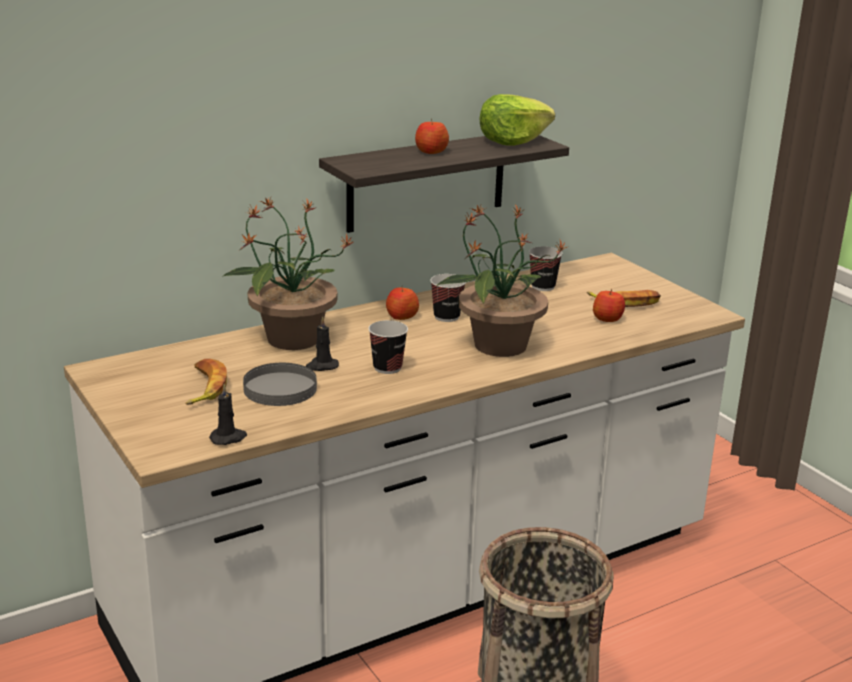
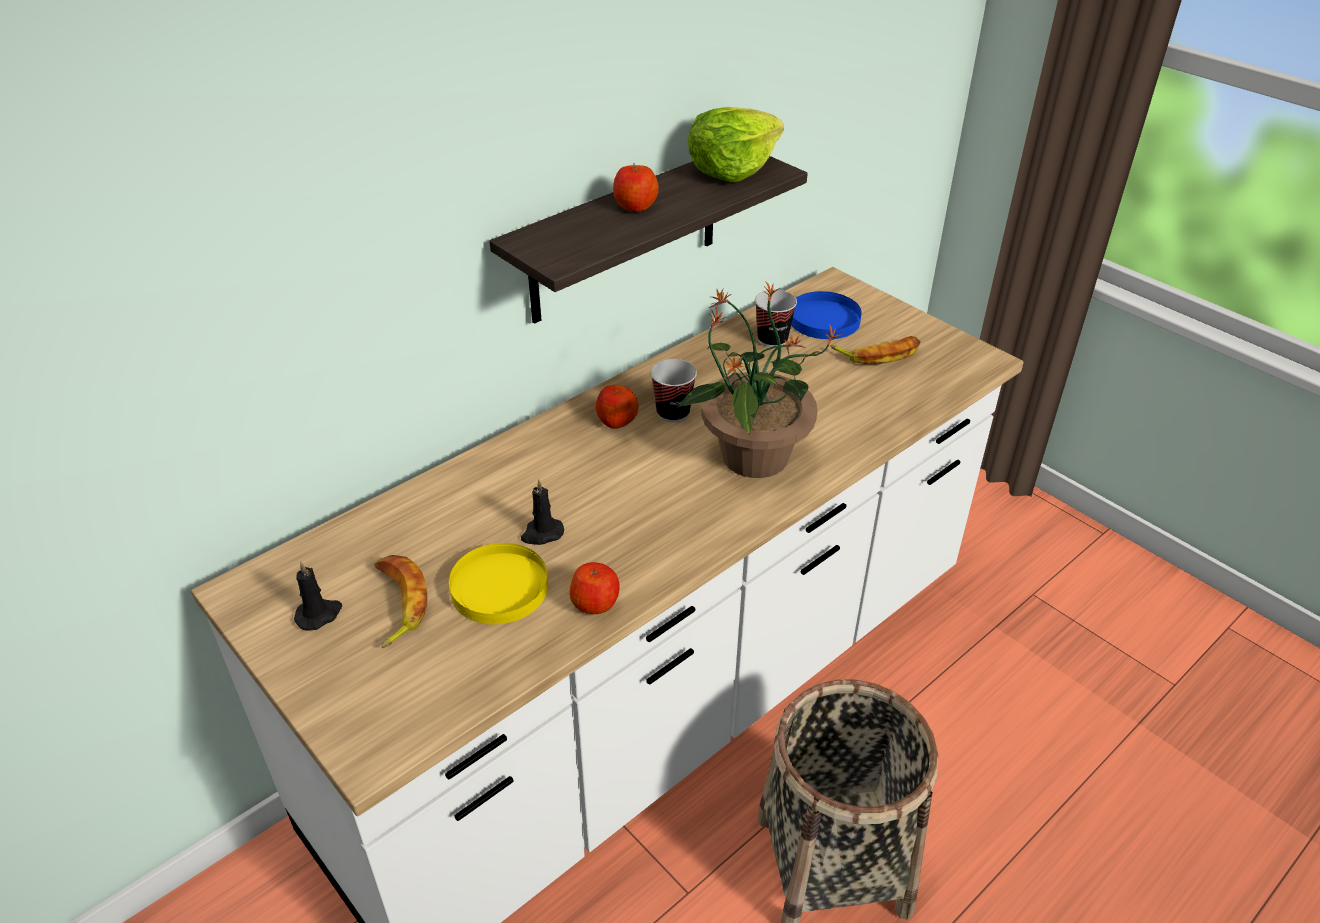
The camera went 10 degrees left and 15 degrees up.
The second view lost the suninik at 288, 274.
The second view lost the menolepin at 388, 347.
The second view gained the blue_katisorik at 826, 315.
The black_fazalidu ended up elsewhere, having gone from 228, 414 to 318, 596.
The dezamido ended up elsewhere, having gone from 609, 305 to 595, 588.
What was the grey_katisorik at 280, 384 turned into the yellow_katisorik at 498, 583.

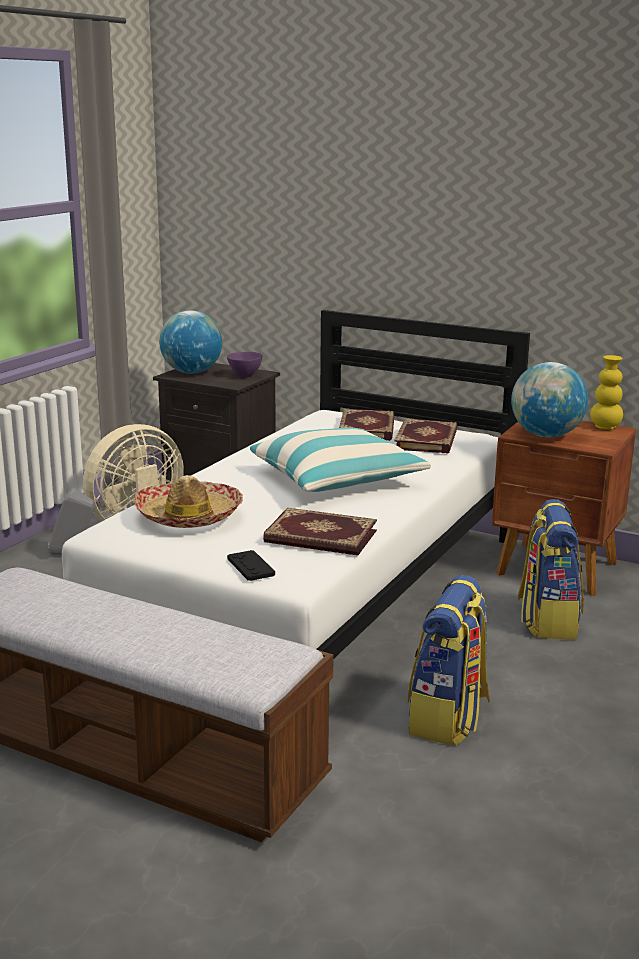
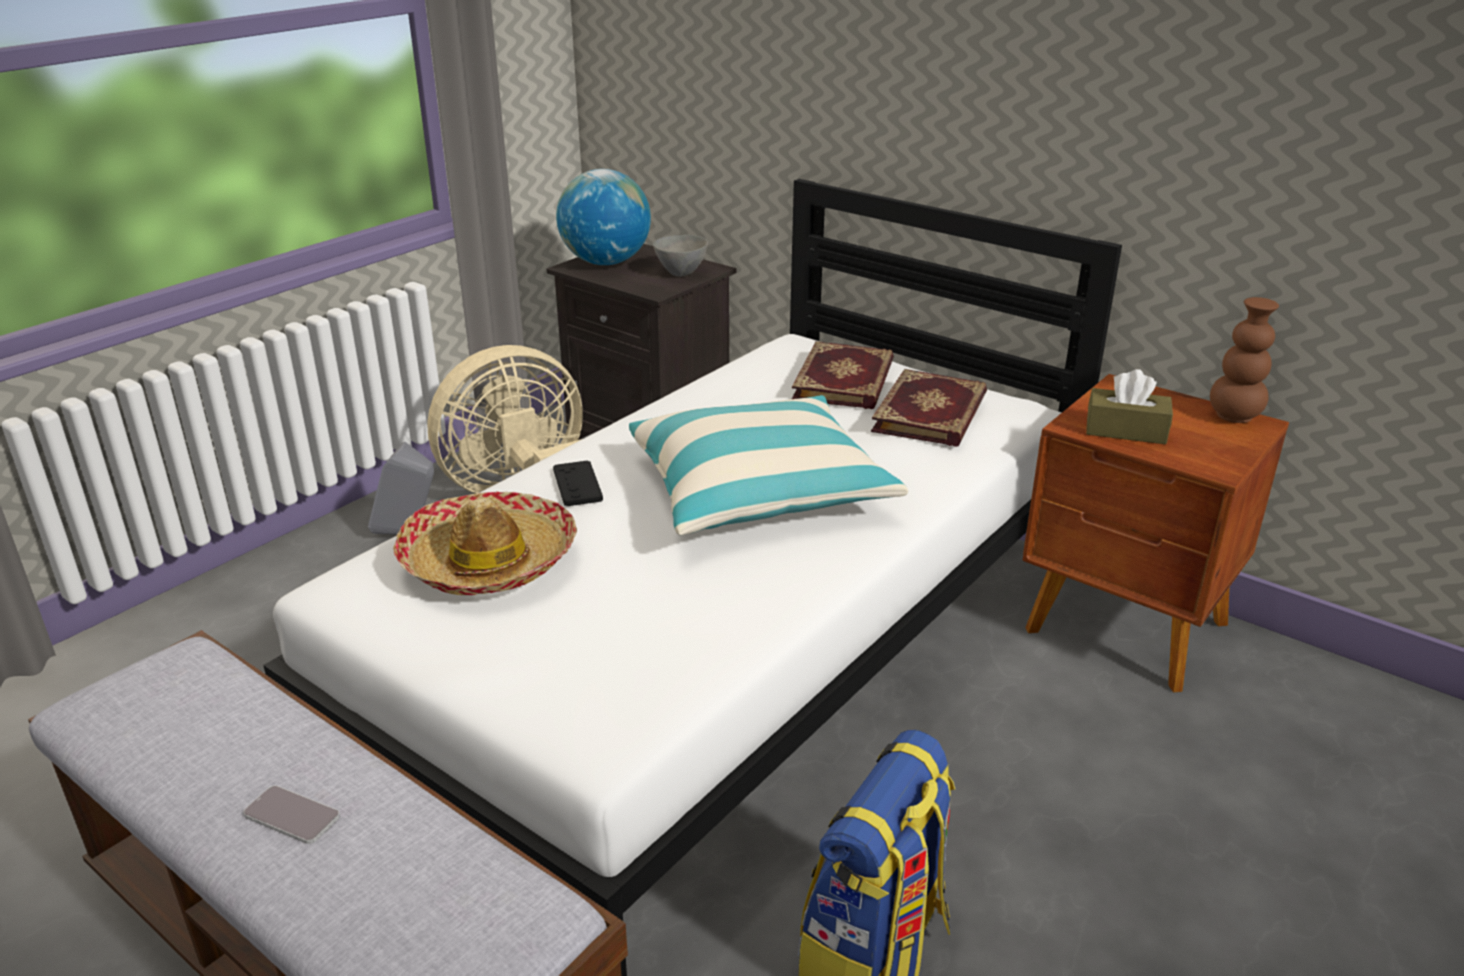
The camera went 10 degrees right and 10 degrees up.
The second view lost the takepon at 320, 532.
The second view lost the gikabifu at 550, 569.
The second view gained the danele at 291, 815.
The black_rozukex ended up elsewhere, having gone from 251, 565 to 578, 483.
Where the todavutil stood at 549, 400, the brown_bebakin came to stand at 1129, 406.
What was the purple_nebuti at 245, 365 turned into the grey_nebuti at 680, 256.
What was the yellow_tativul at 606, 392 turned into the brown_tativul at 1244, 360.

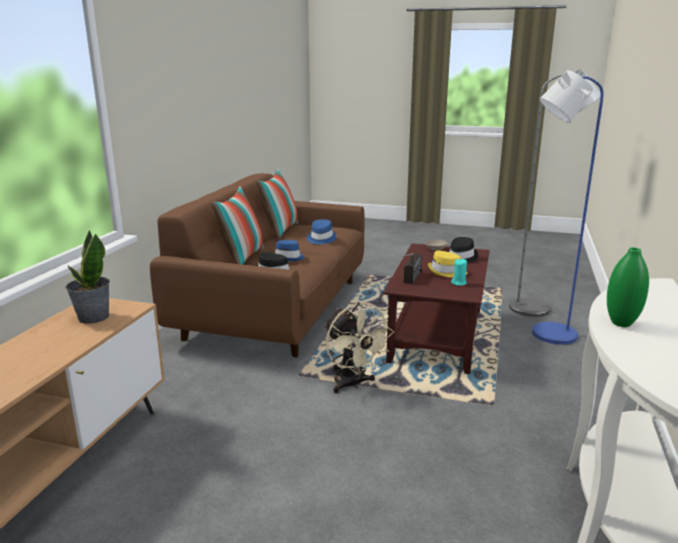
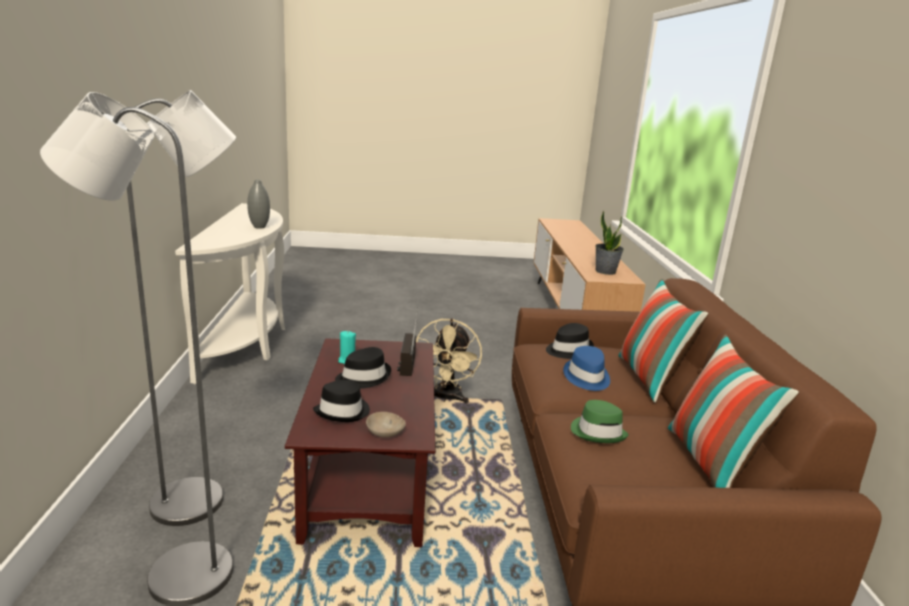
The camera went 160 degrees right and 0 degrees up.
What was the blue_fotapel at 322, 231 turned into the green_fotapel at 599, 421.
What was the yellow_fotapel at 447, 263 turned into the black_fotapel at 363, 368.
What was the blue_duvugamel at 568, 207 turned into the grey_duvugamel at 181, 308.
What was the green_tativul at 628, 287 turned into the grey_tativul at 258, 204.
The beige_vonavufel at 359, 347 ended up facing another way, 120 degrees counterclockwise from before.

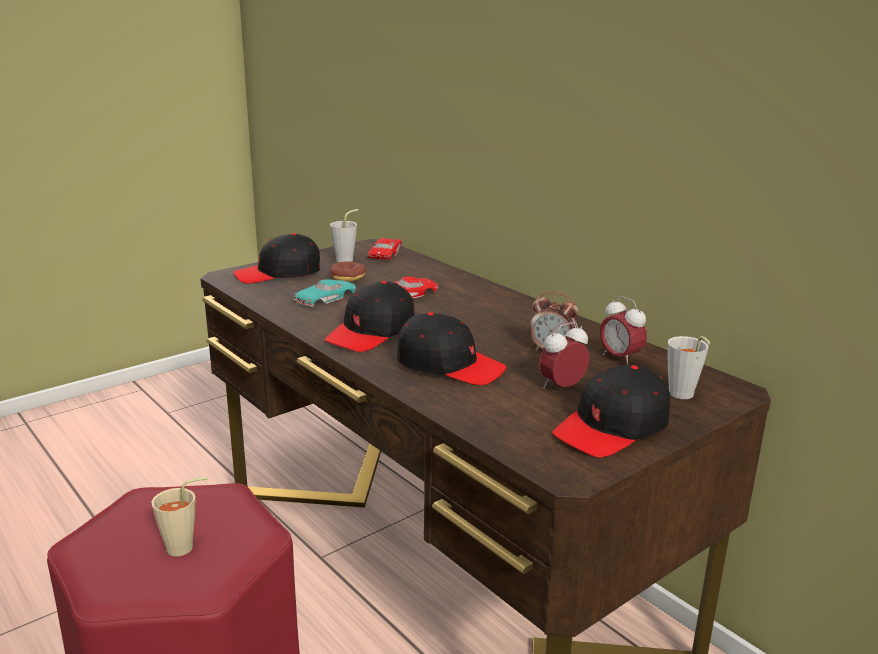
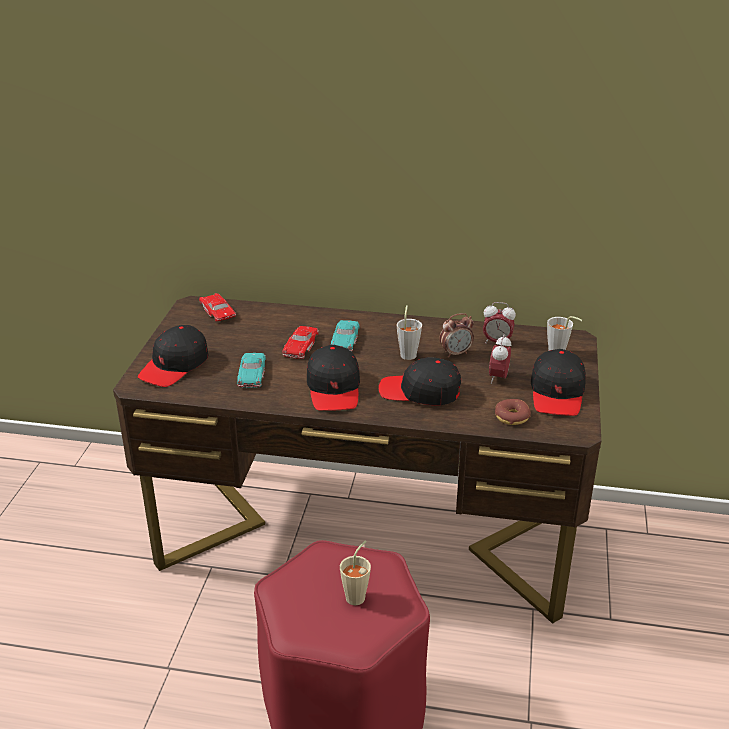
The camera went 40 degrees left and 10 degrees up.
The second view gained the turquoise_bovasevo at 345, 336.
The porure ended up elsewhere, having gone from 347, 271 to 513, 412.
The grey_menolepin ended up elsewhere, having gone from 344, 235 to 409, 332.
The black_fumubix at 452, 348 ended up facing another way, 150 degrees counterclockwise from before.

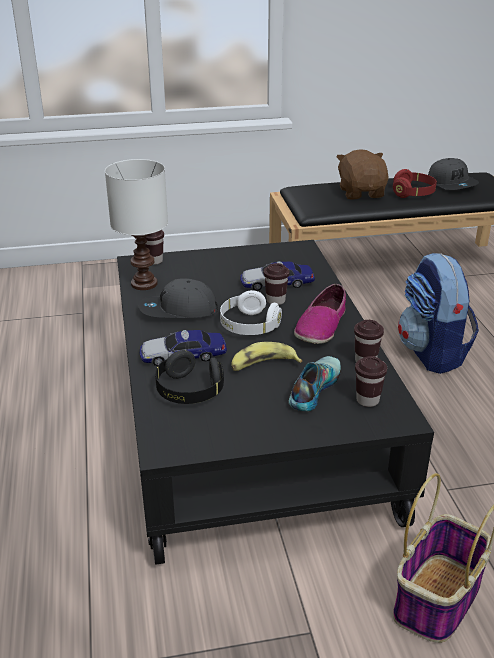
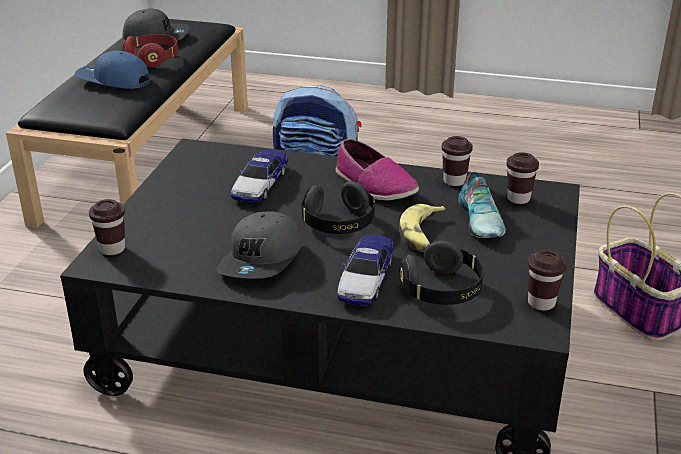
The camera went 65 degrees left and 0 degrees up.
The second view lost the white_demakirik at 136, 224.
The brown_menolepin ended up elsewhere, having gone from 277, 284 to 547, 280.
Where the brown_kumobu stood at 362, 174, the blue_fumubix came to stand at 112, 70.
What was the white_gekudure at 251, 312 turned into the black_gekudure at 338, 207.
The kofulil at 315, 384 ended up facing another way, 150 degrees counterclockwise from before.

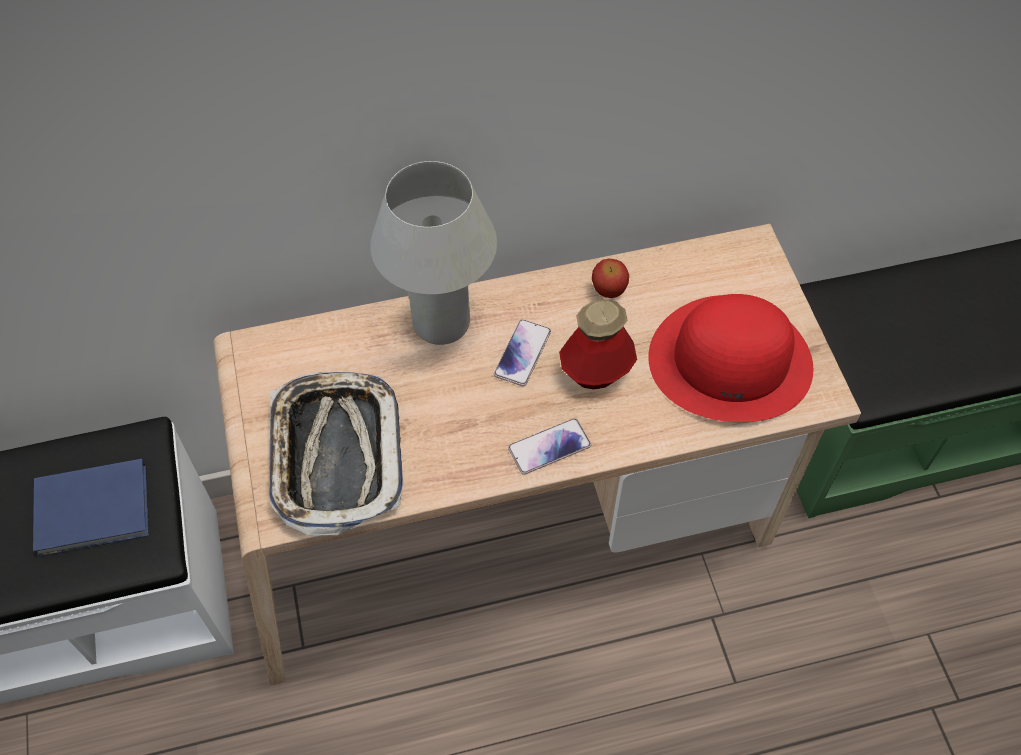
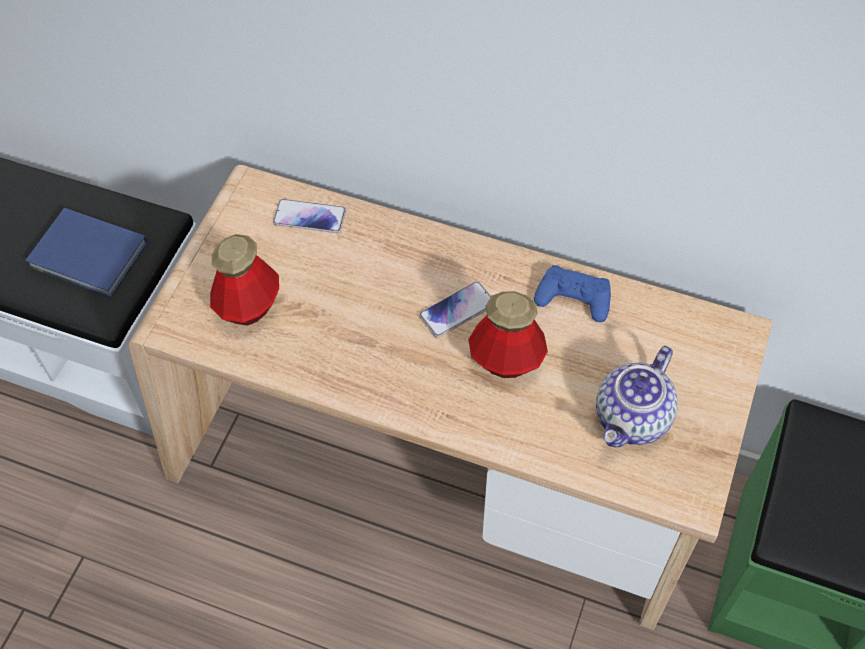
The camera went 35 degrees right and 0 degrees up.
The second view lost the white_demakirik at 433, 253.
The danele ended up elsewhere, having gone from 549, 446 to 309, 216.
Where the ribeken stood at 336, 453, the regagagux came to stand at 244, 280.
Where the dezamido stood at 610, 278, the blue_rozukex came to stand at 572, 293.
Where the red_fotapel stood at 730, 358, the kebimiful came to stand at 637, 397.

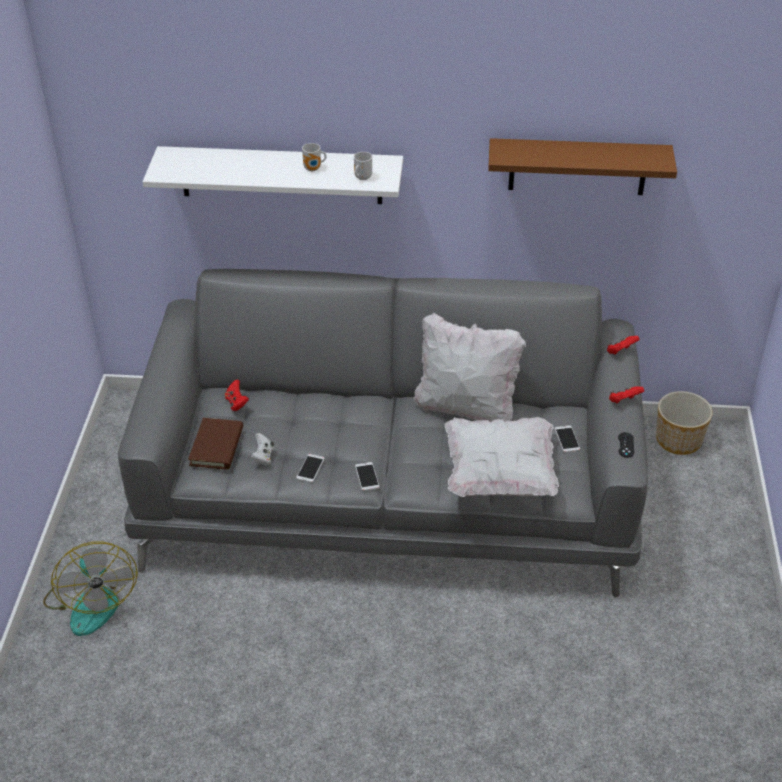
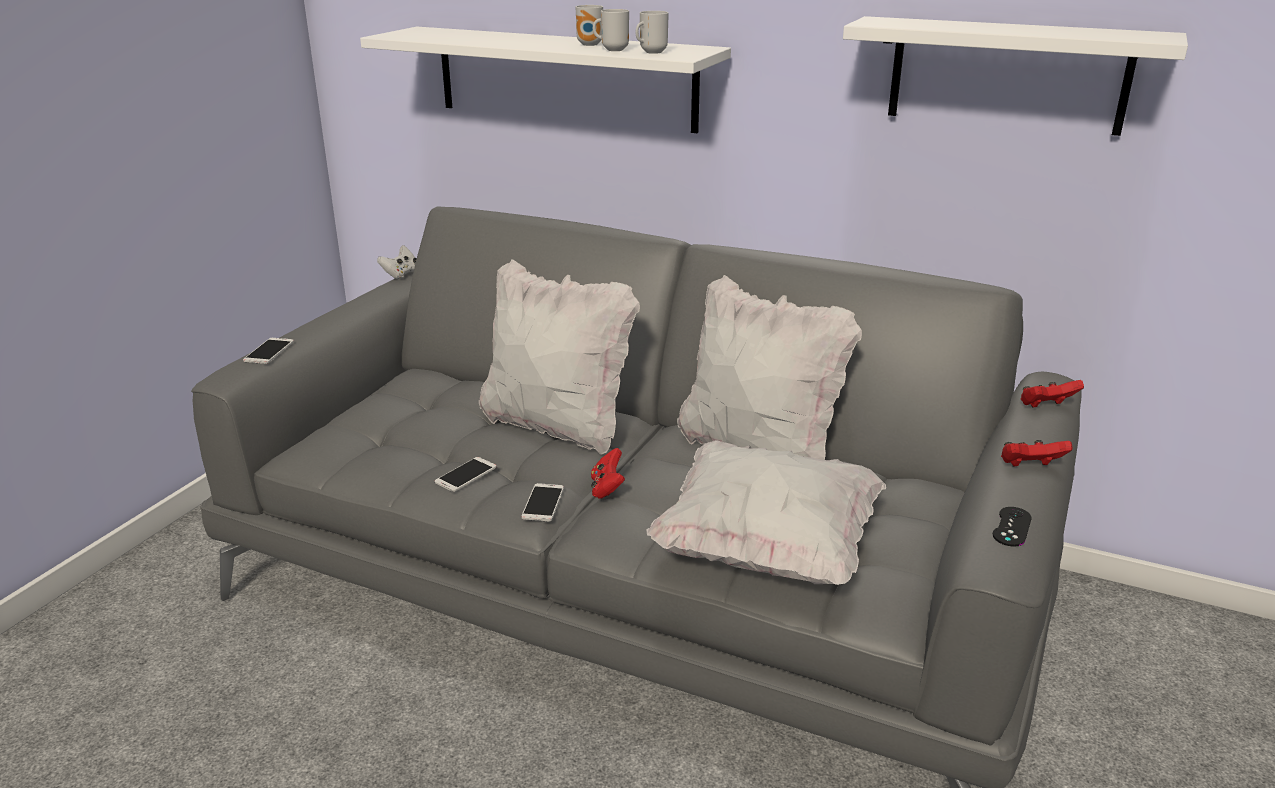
The camera went 20 degrees right and 15 degrees down.
The second view lost the vonavufel at 90, 589.
The second view lost the brown_takepon at 215, 444.
The second view lost the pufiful at 684, 423.
The second view gained the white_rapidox at 559, 357.
The second view gained the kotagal at 611, 30.
The red_rozukex ended up elsewhere, having gone from 237, 395 to 608, 473.
The white_rozukex ended up elsewhere, having gone from 262, 449 to 397, 262.
The danele ended up elsewhere, having gone from 567, 439 to 268, 351.
What was the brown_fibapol at 582, 166 turned into the white_fibapol at 1015, 76.

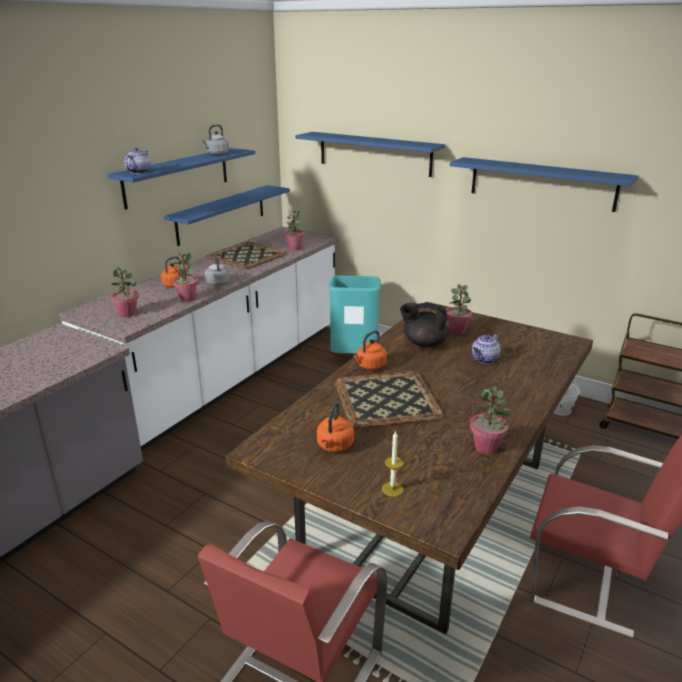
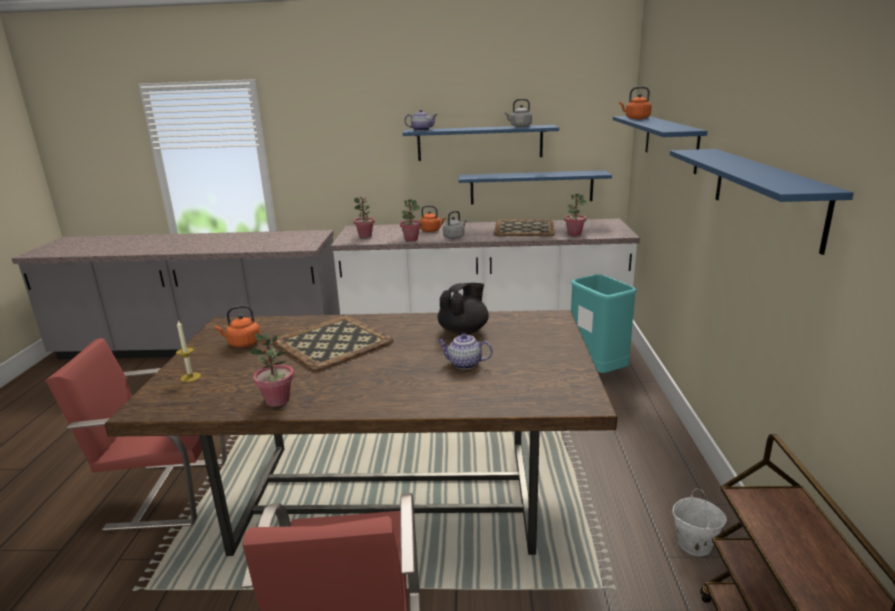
The camera went 60 degrees right and 5 degrees down.
The second view lost the suninik at 459, 309.
The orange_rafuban ended up elsewhere, having gone from 370, 350 to 635, 102.
The black_kebimiful at 424, 325 ended up facing another way, 60 degrees clockwise from before.

